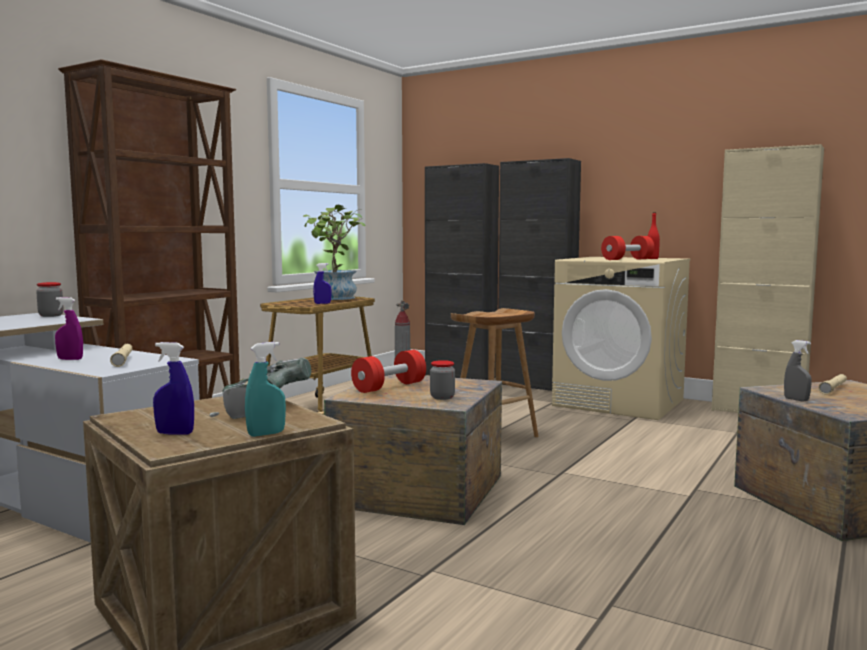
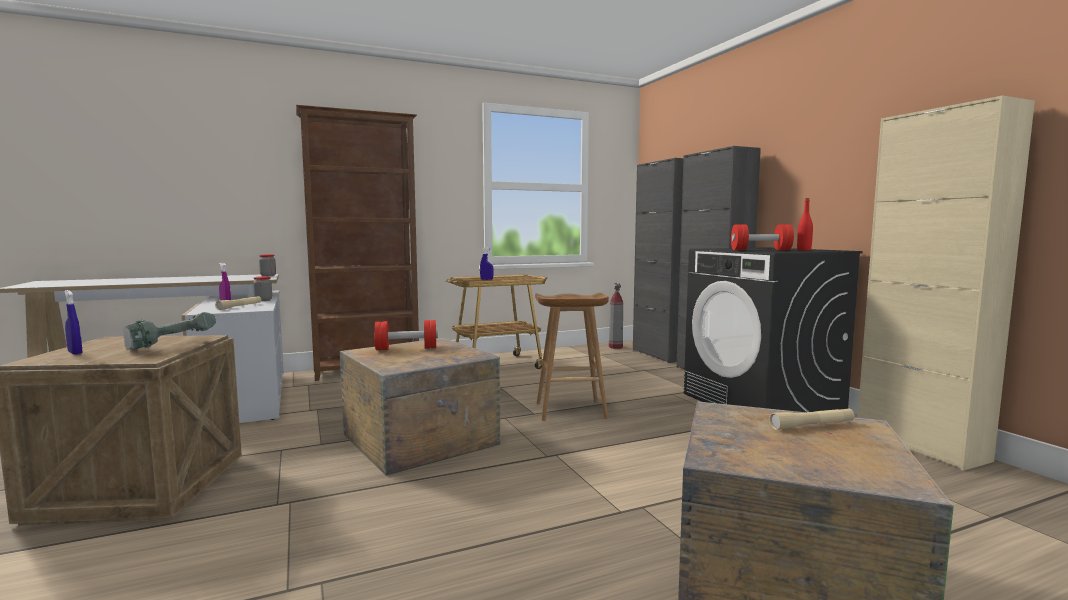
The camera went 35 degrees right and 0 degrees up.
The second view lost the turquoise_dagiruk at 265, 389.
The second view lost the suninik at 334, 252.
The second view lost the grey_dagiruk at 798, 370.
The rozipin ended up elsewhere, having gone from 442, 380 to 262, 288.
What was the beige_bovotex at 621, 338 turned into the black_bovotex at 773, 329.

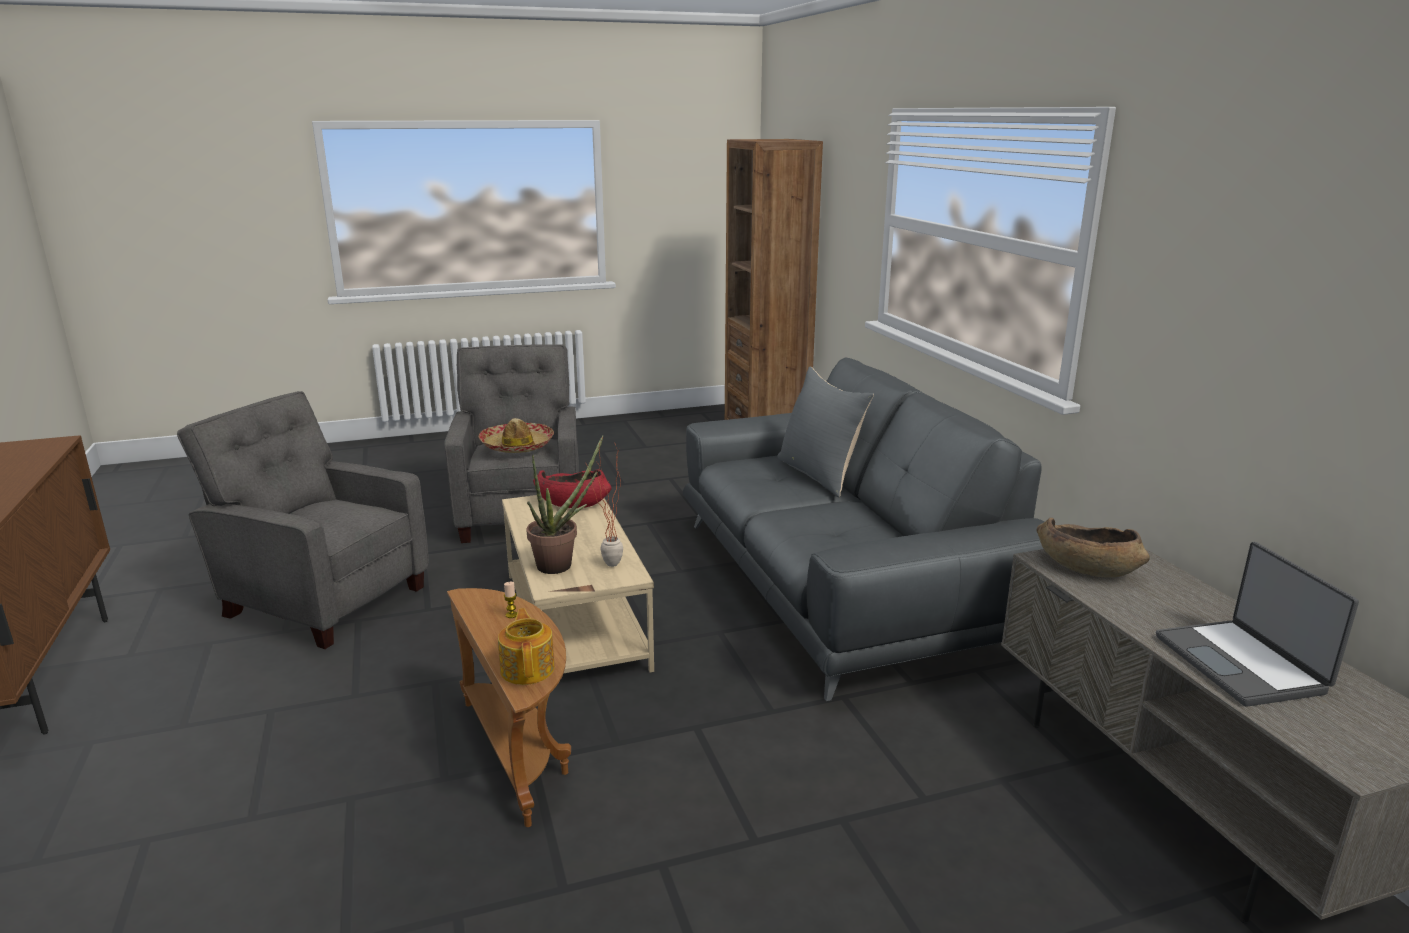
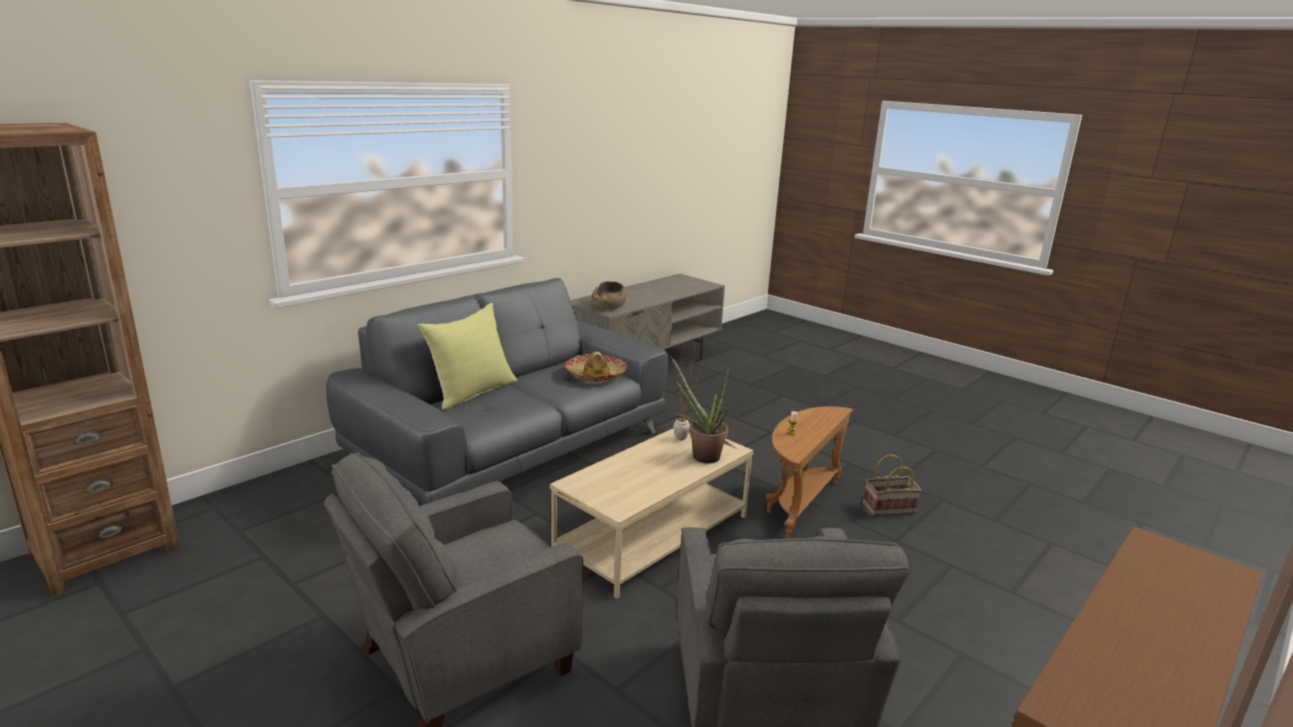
The camera went 120 degrees left and 0 degrees up.
The second view lost the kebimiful at 526, 646.
The second view lost the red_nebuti at 572, 488.
The second view lost the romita at 1257, 624.
The second view gained the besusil at 892, 485.
The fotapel ended up elsewhere, having gone from 516, 435 to 596, 367.
What was the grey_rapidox at 825, 431 turned into the yellow_rapidox at 467, 356.

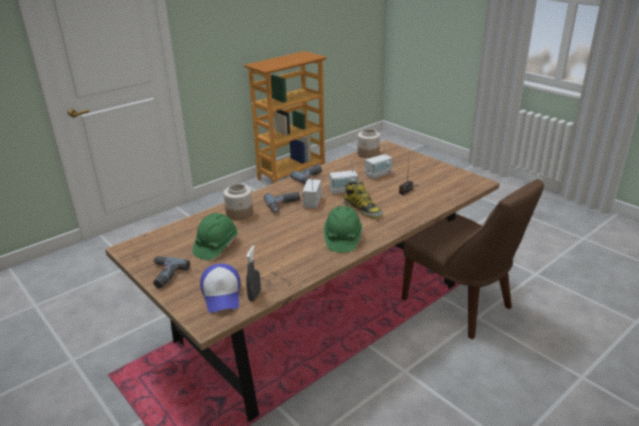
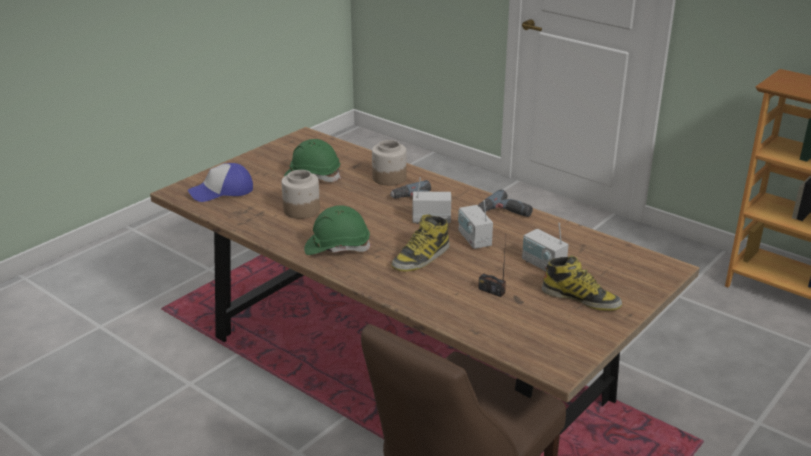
The camera went 80 degrees right and 0 degrees up.
The second view lost the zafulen at 171, 272.
The second view lost the grey_dagiruk at 253, 273.
The second view gained the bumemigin at 582, 283.
The rozipin ended up elsewhere, having gone from 368, 143 to 301, 194.

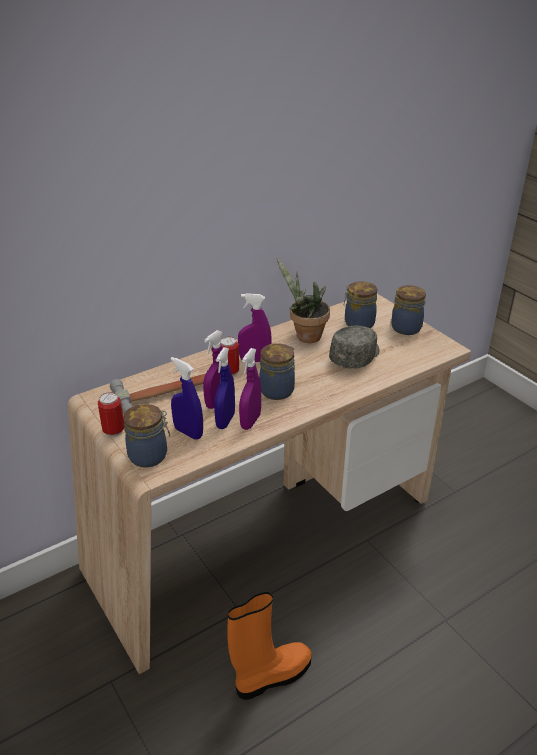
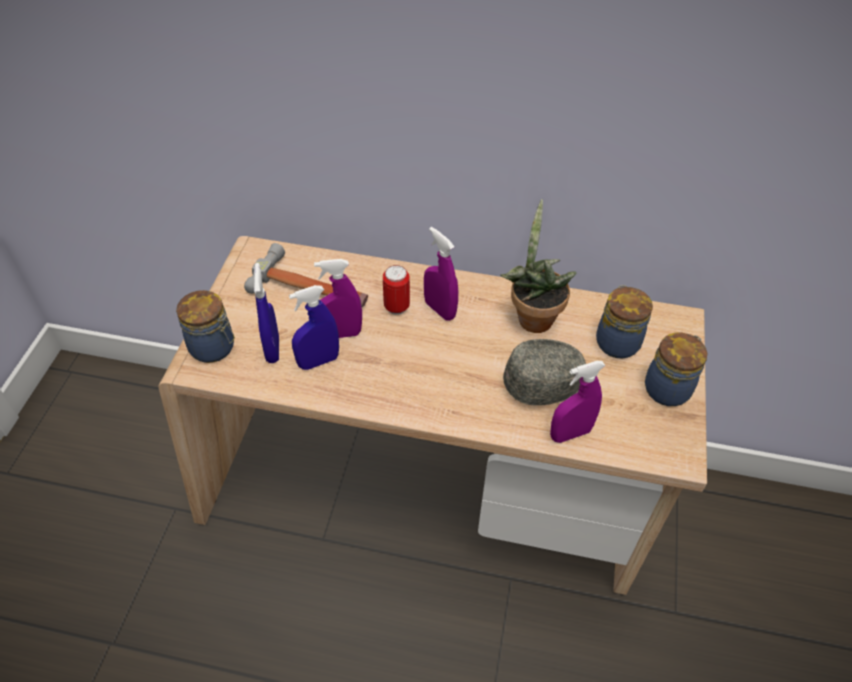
The camera went 45 degrees right and 15 degrees up.
The second view lost the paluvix at 111, 414.
The second view lost the orange_bumemigin at 269, 646.
The second view lost the rozipin at 277, 371.
The purple_dagiruk ended up elsewhere, having gone from 250, 389 to 577, 402.

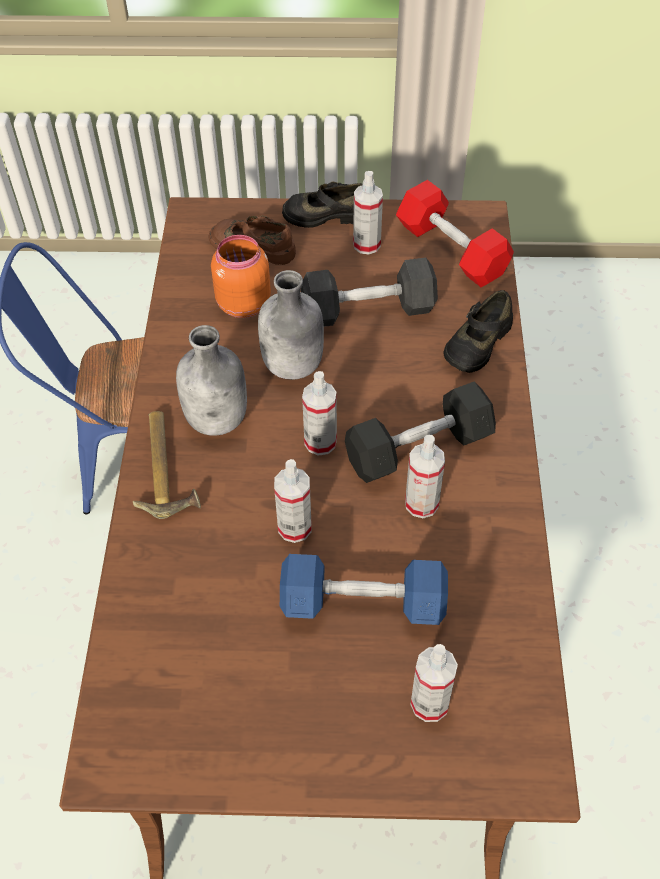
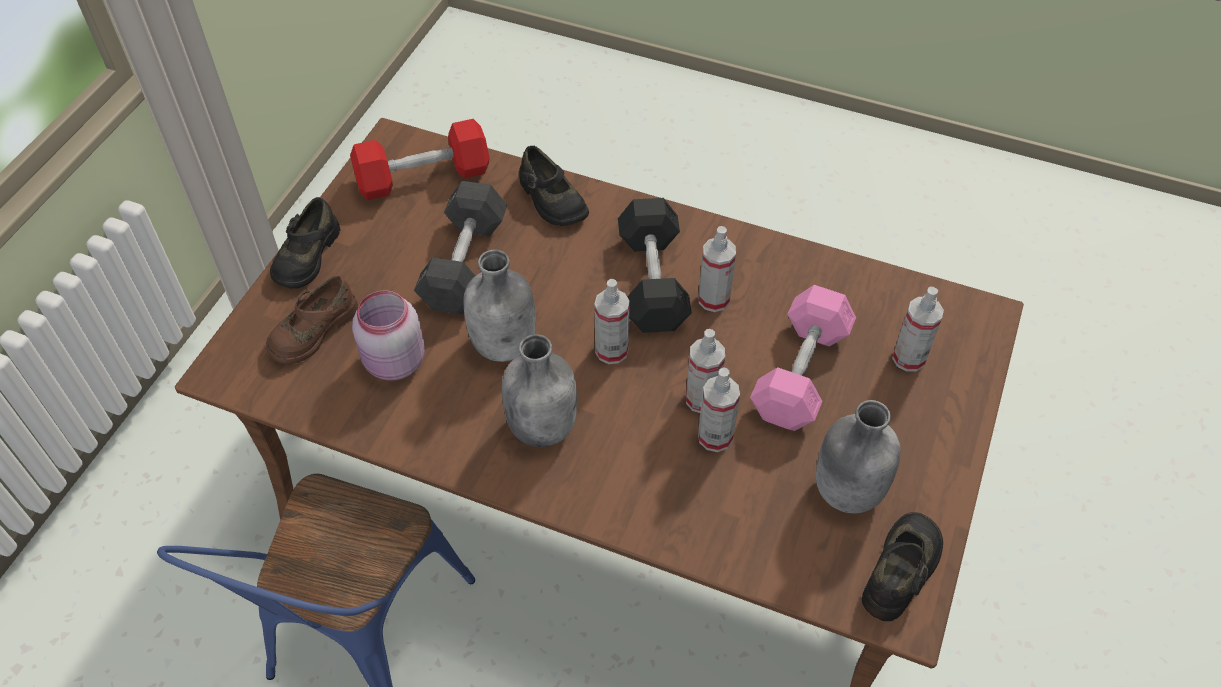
The camera went 70 degrees left and 0 degrees up.
The second view lost the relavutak at 167, 465.
The second view gained the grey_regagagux at 858, 456.
The second view gained the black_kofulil at 902, 566.
The dagiruk ended up elsewhere, having gone from 368, 213 to 719, 409.
What was the orange_rozipin at 241, 276 turned into the pink_rozipin at 388, 335.
What was the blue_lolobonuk at 364, 589 turned into the pink_lolobonuk at 803, 358.

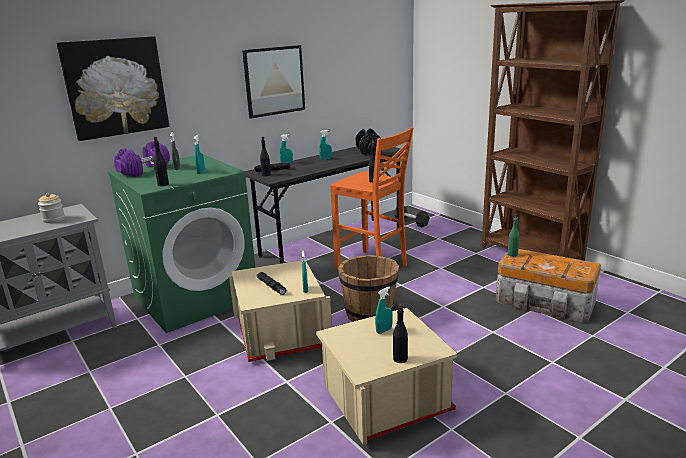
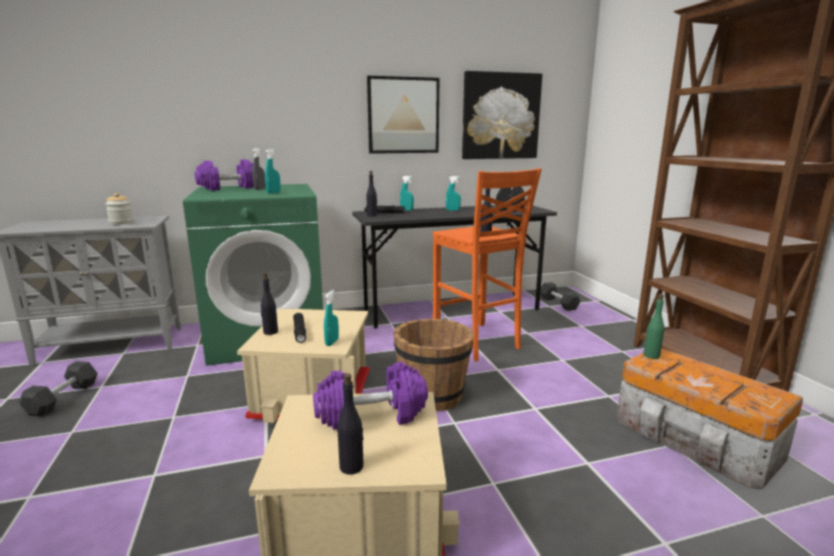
The camera went 20 degrees right and 5 degrees down.
The second view gained the black_lolobonuk at 58, 389.
The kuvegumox ended up elsewhere, having gone from 112, 88 to 502, 115.
The black_regagagux ended up elsewhere, having gone from 161, 161 to 269, 304.
Where the turquoise_dagiruk stood at 384, 310, the purple_lolobonuk came to stand at 370, 396.

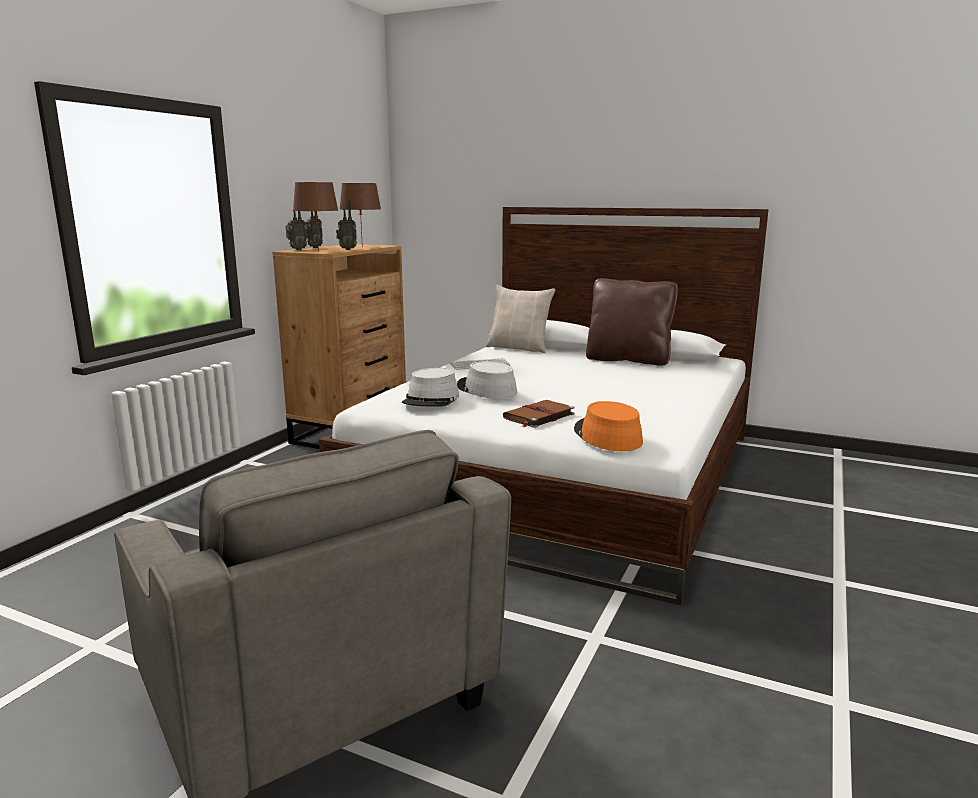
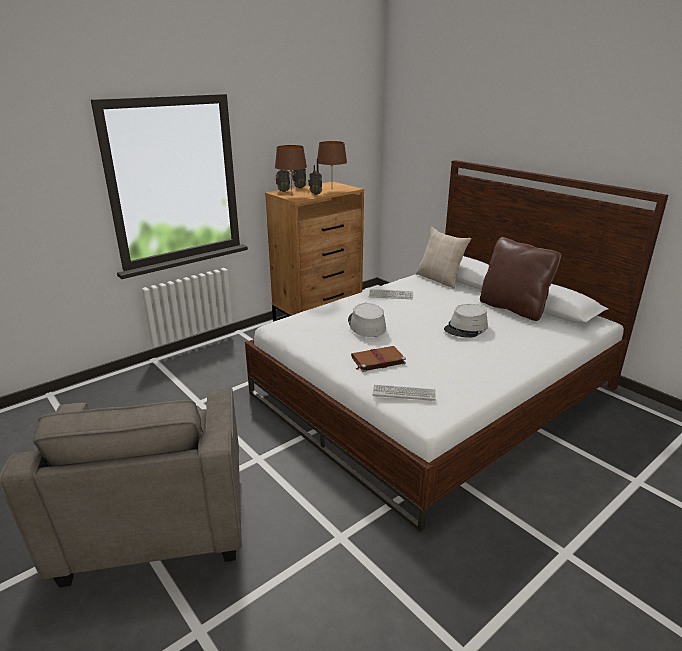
The camera went 25 degrees right and 10 degrees up.
The grey_fotapel ended up elsewhere, having gone from 430, 387 to 466, 321.
Where the orange_fotapel stood at 608, 426, the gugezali came to stand at 404, 393.

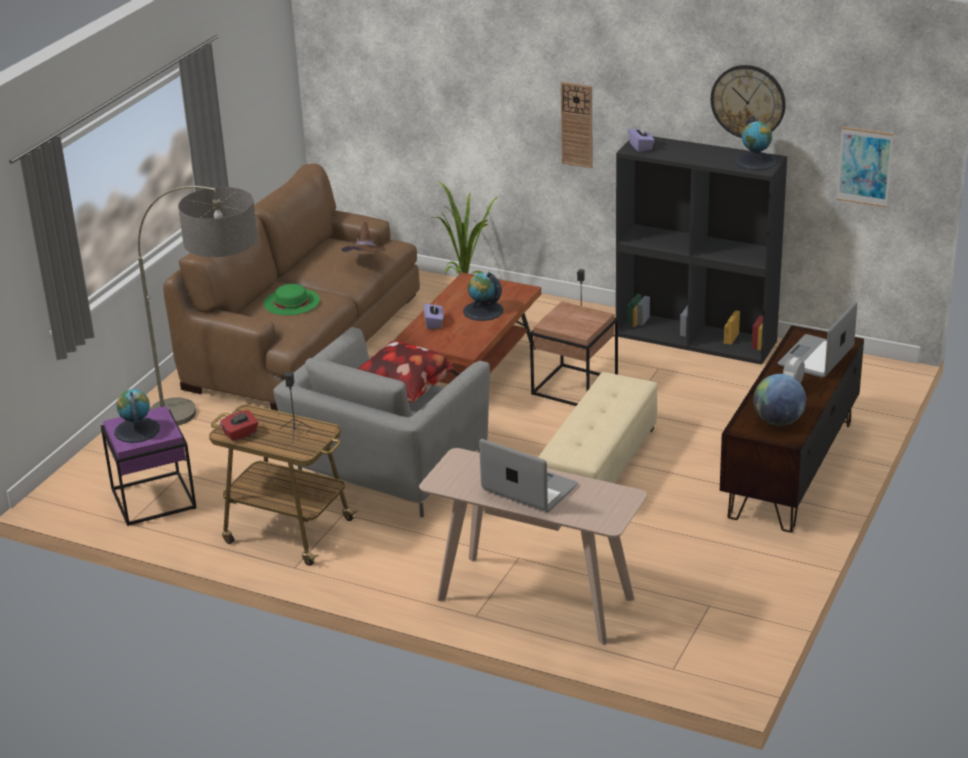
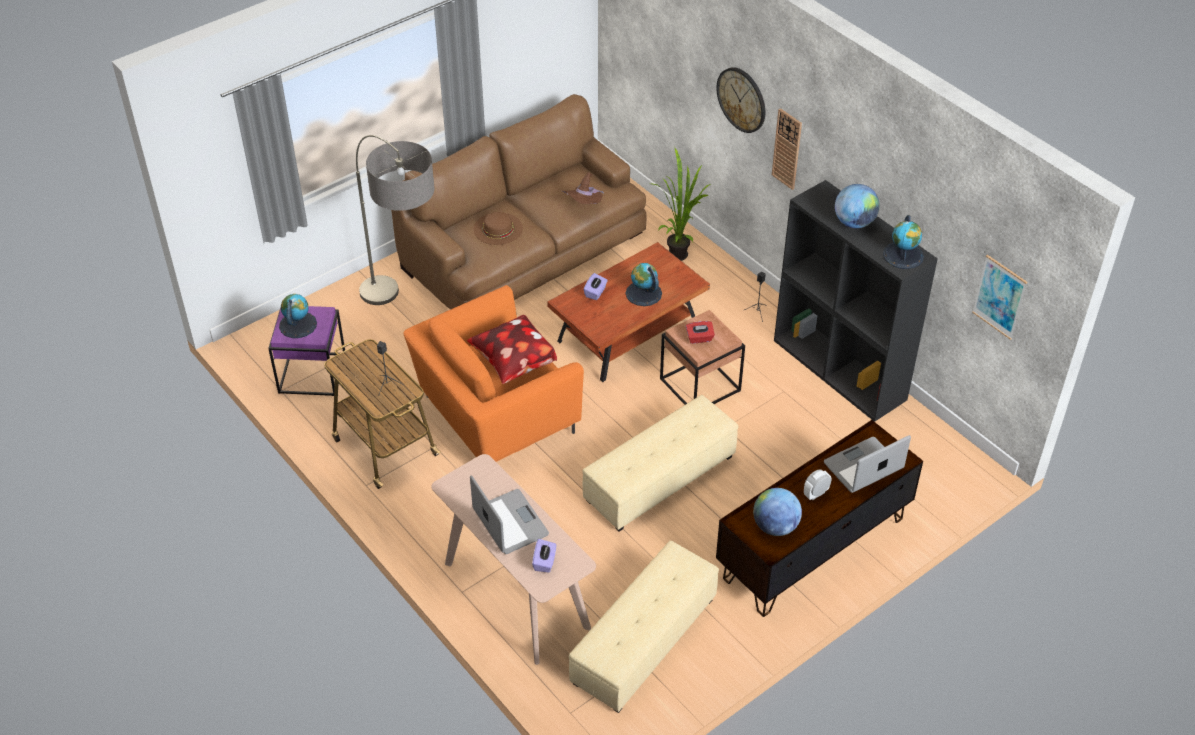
The camera went 25 degrees right and 15 degrees up.
The second view gained the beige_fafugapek at 644, 627.
The second view gained the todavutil at 857, 206.
The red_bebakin ended up elsewhere, having gone from 239, 425 to 700, 332.
The purple_bebakin ended up elsewhere, having gone from 641, 138 to 544, 556.
The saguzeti ended up elsewhere, having gone from 748, 101 to 740, 100.
What was the green_fotapel at 291, 299 turned into the brown_fotapel at 498, 228.
What was the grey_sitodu at 381, 422 turned into the orange_sitodu at 494, 373.

